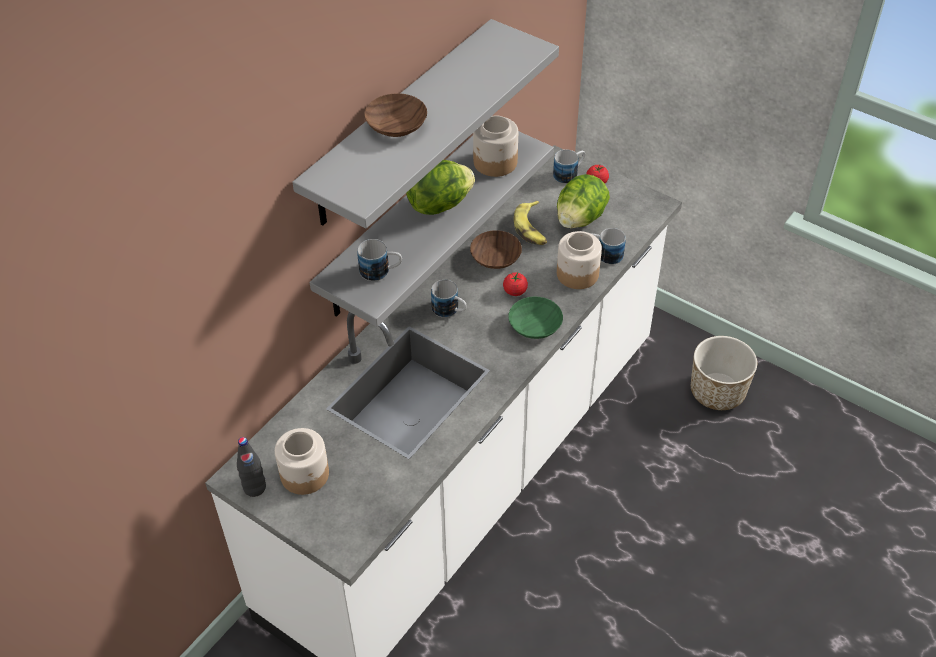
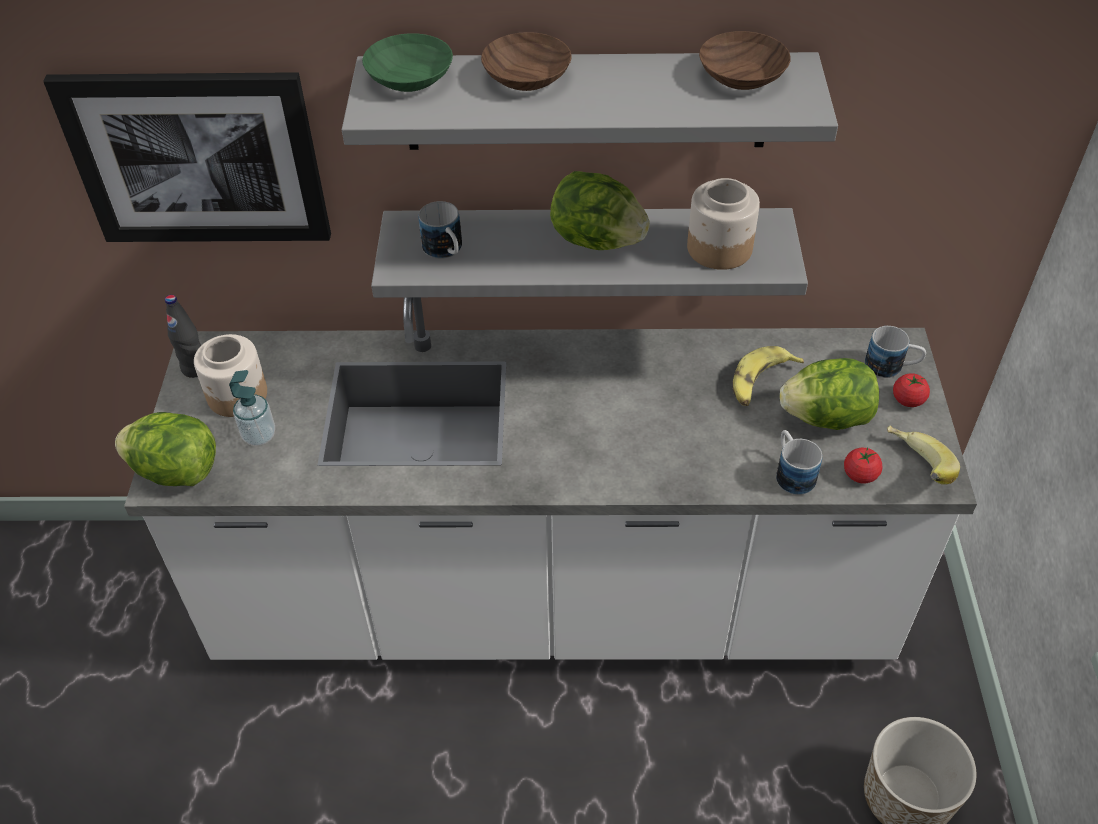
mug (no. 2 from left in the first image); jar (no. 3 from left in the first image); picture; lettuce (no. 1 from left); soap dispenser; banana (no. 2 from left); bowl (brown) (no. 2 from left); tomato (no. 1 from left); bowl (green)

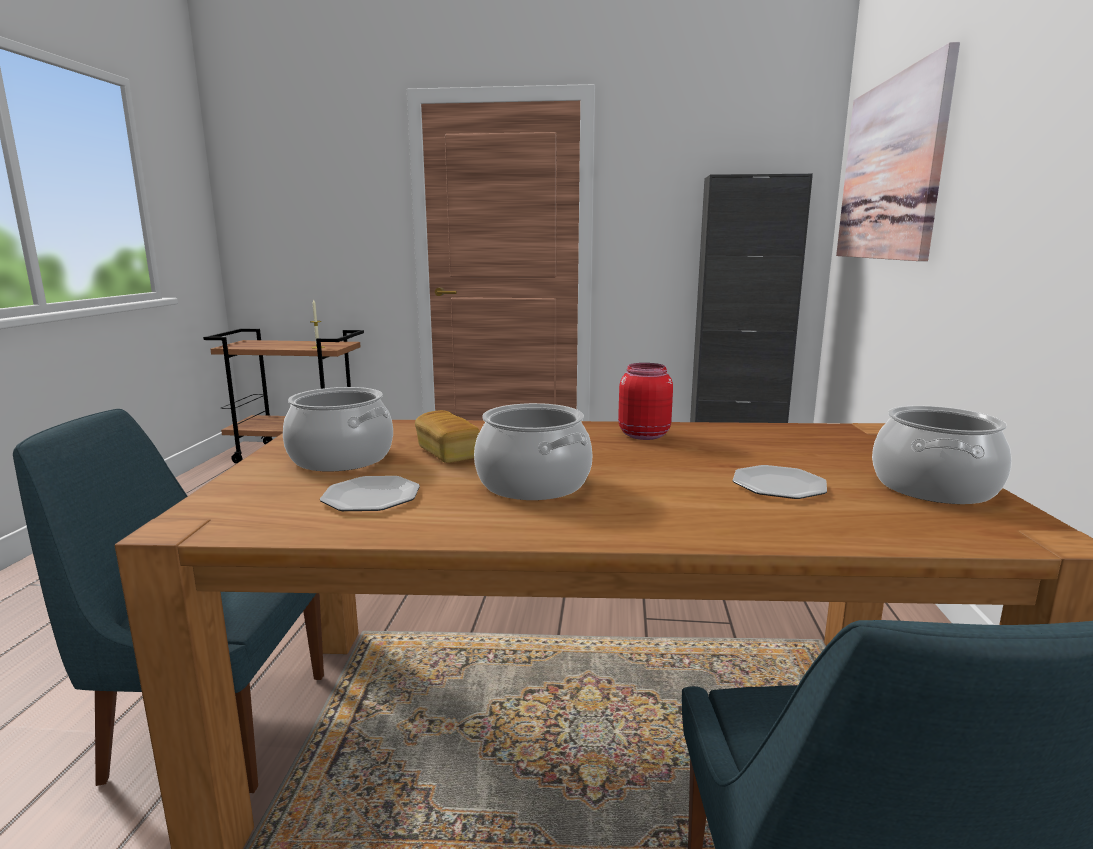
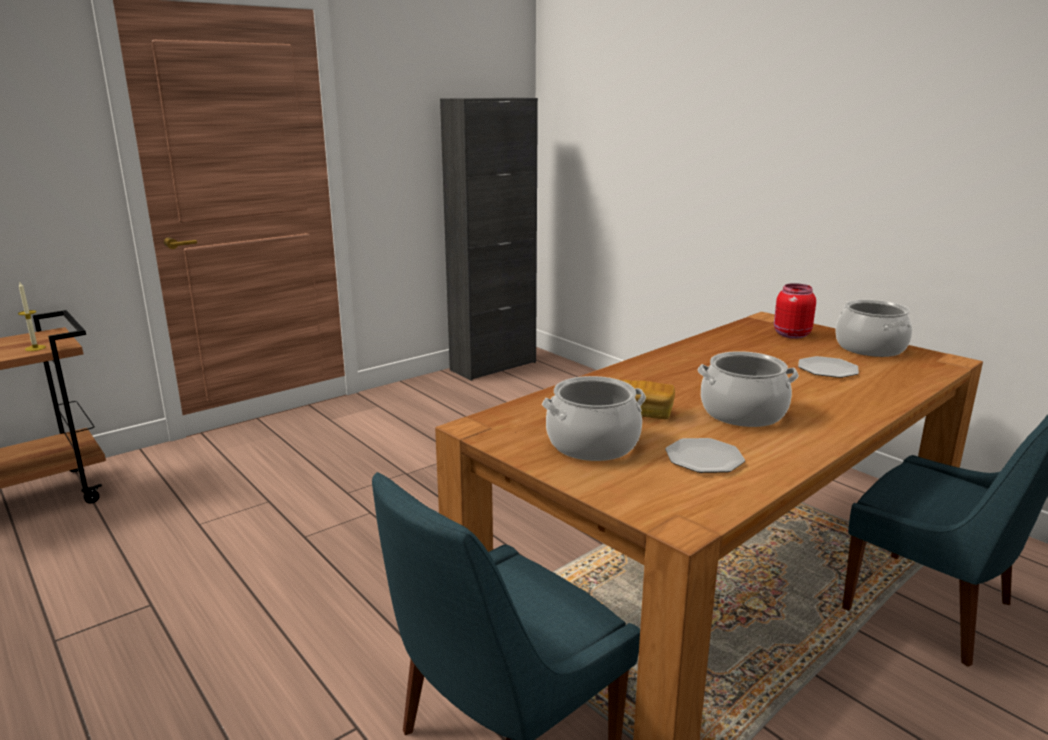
picture; jar (red)

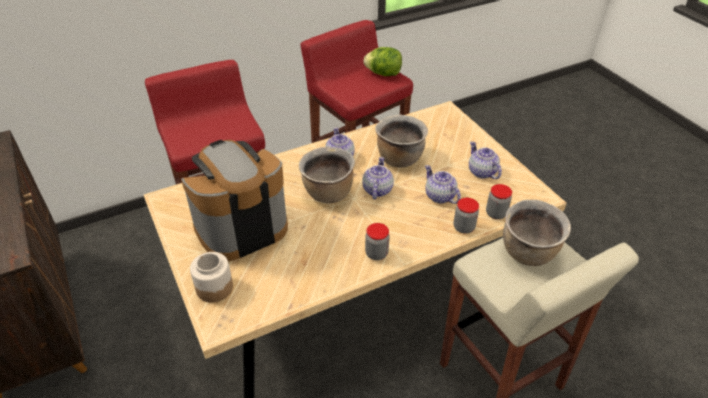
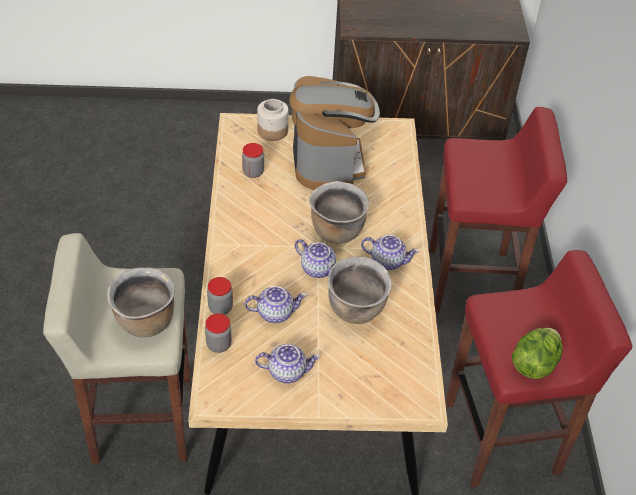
jar (no. 3 from left)

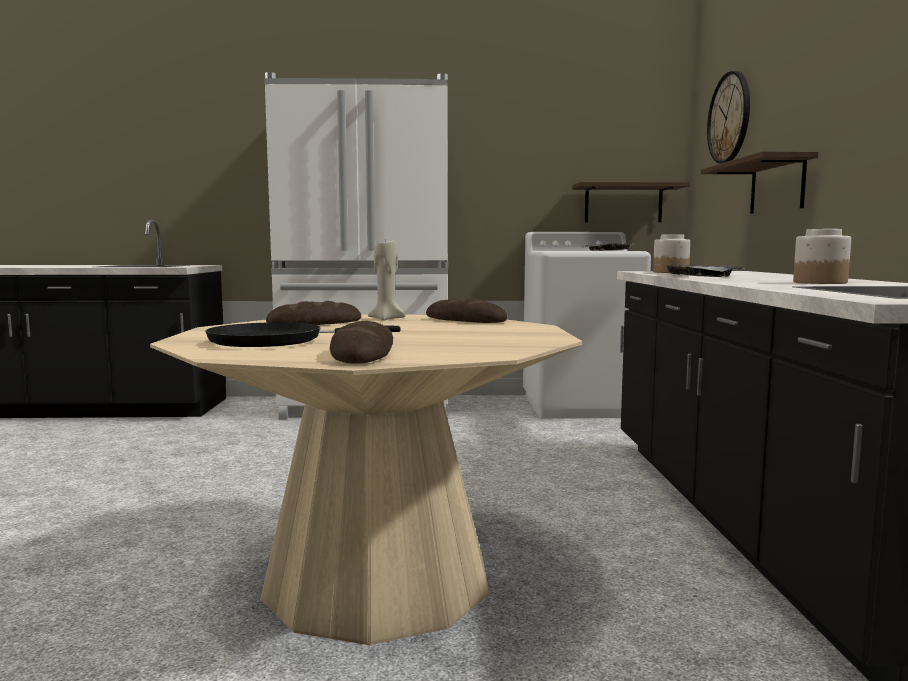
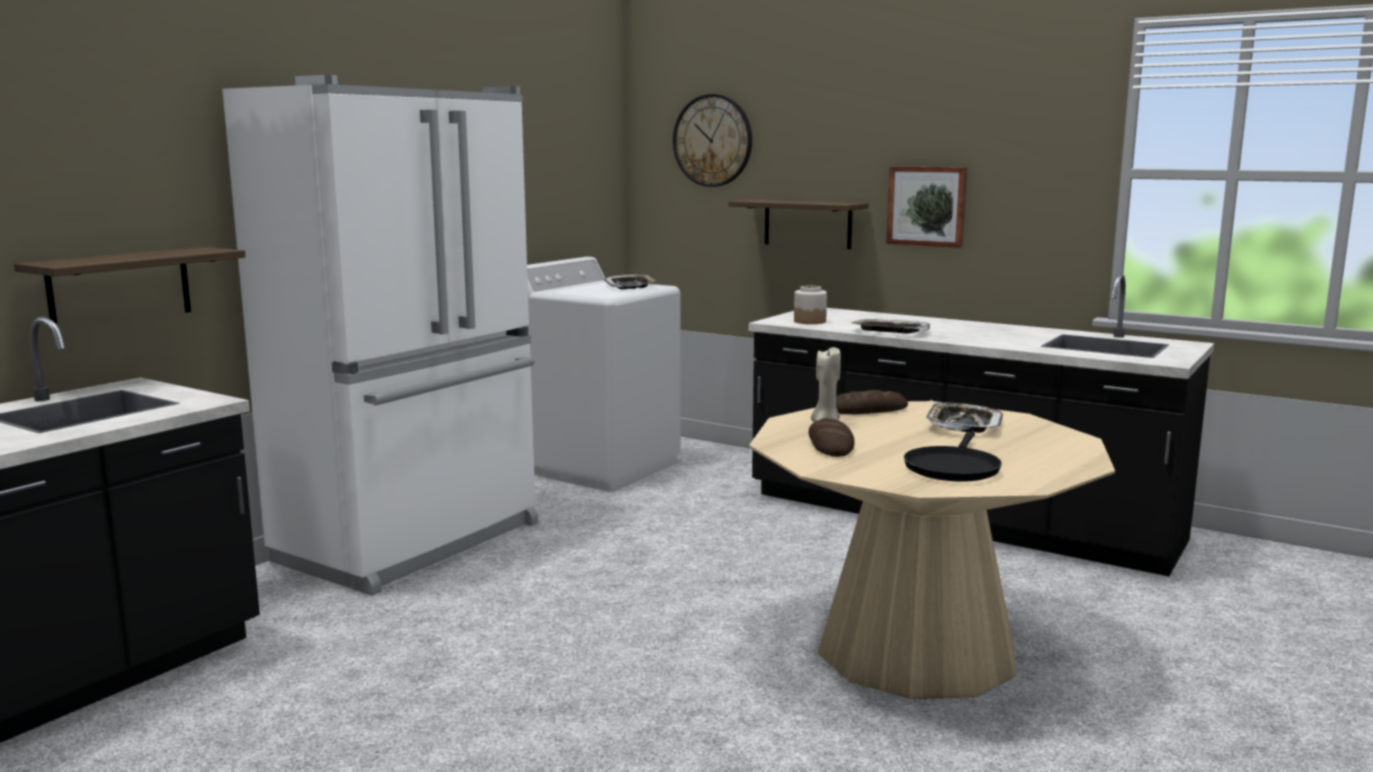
bread (no. 2 from left in the first image); jar (no. 2 from left in the first image); picture; tray (no. 3 from left); shelf (no. 1 from left)

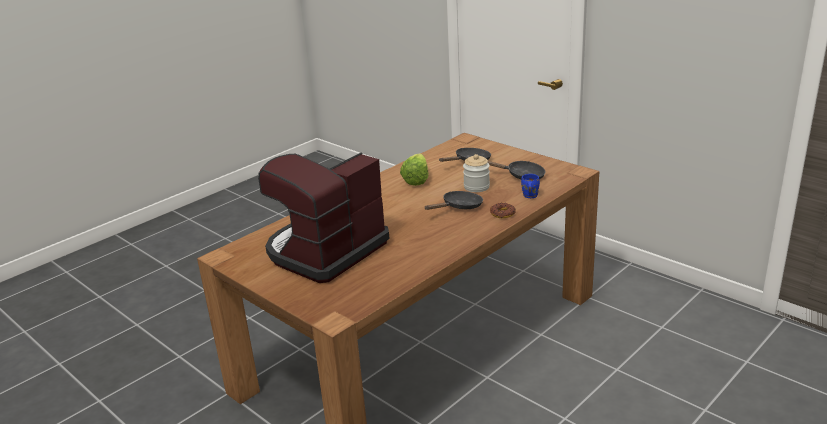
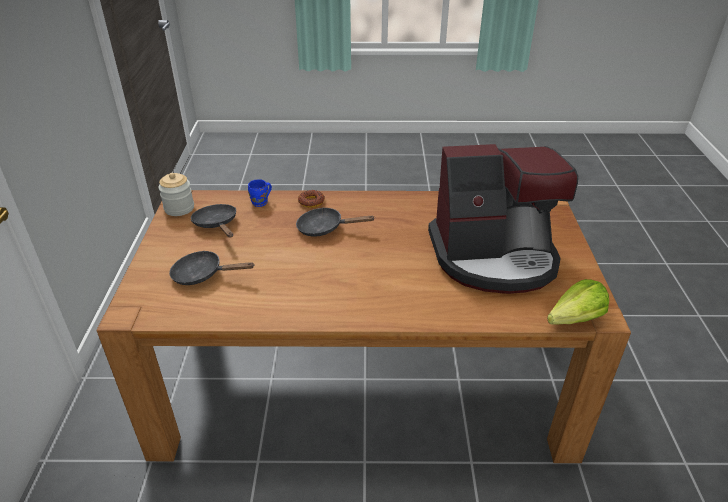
lettuce; jar

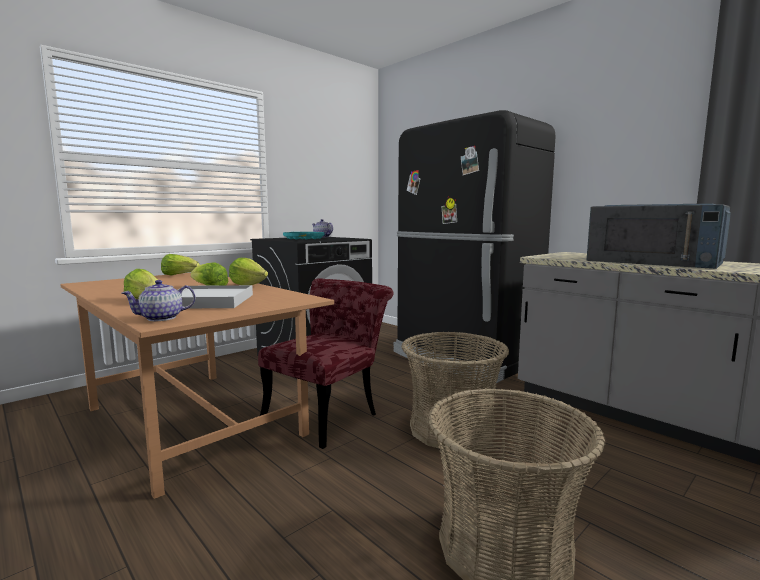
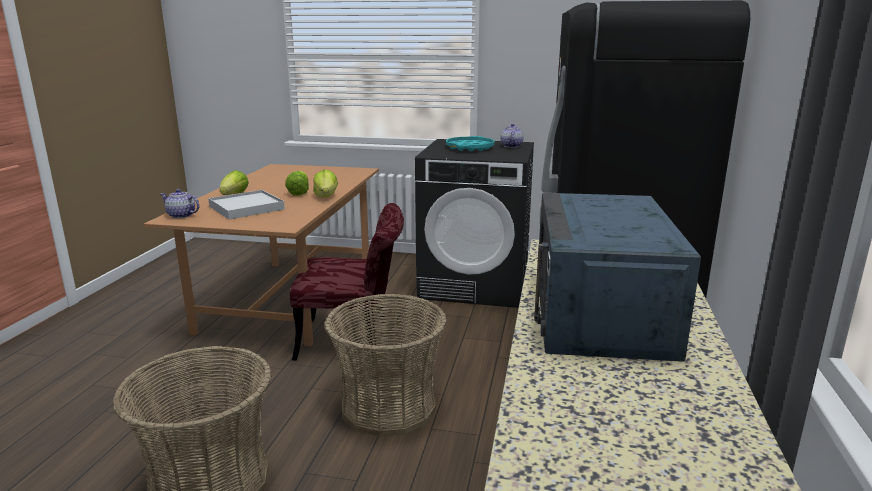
lettuce (no. 2 from left in the first image)

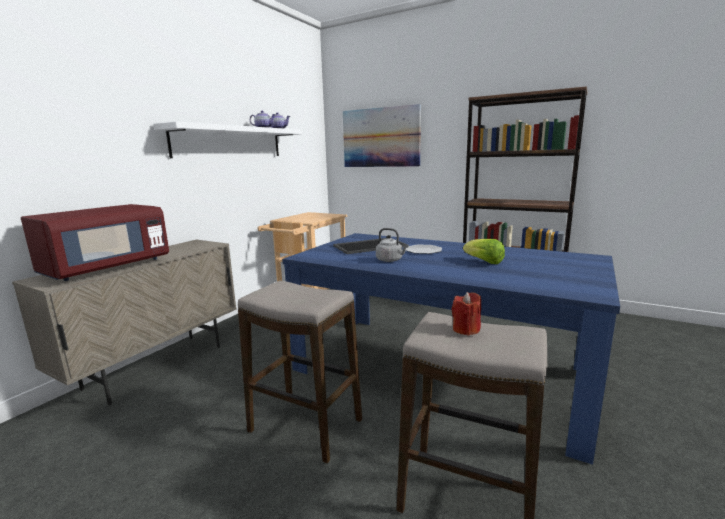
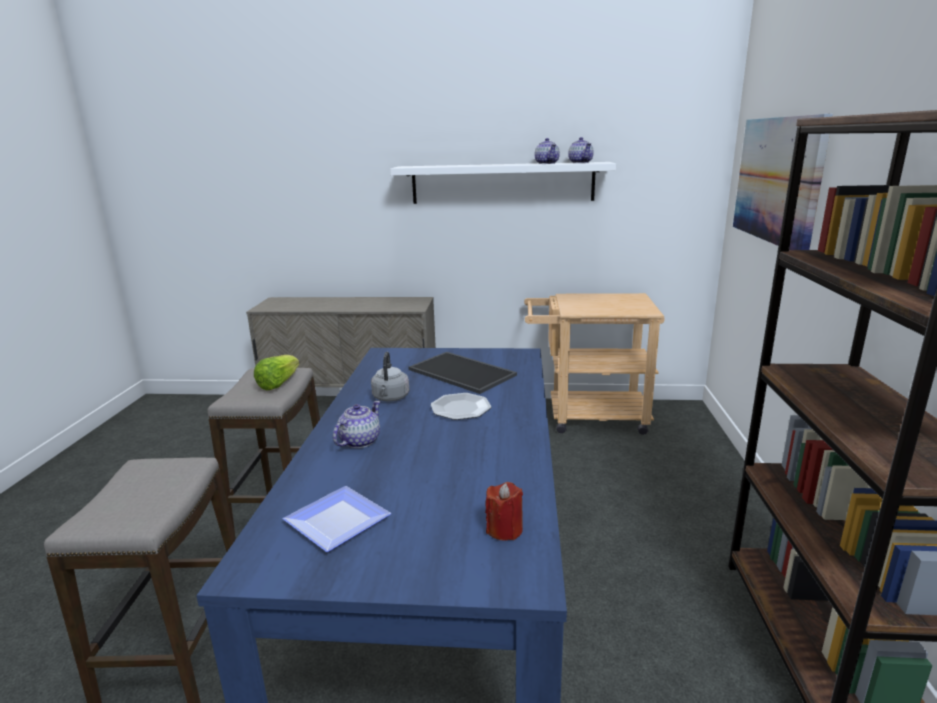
microwave (red); plate (no. 1 from left); teapot (no. 1 from left); candle (red); lettuce

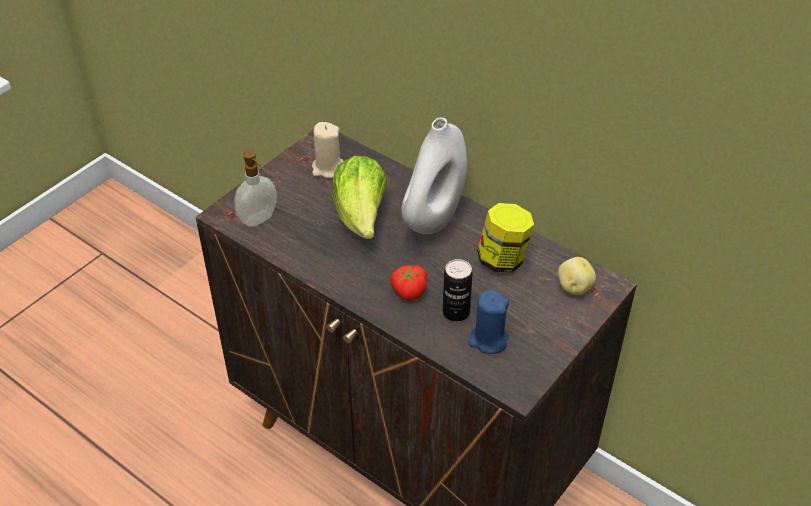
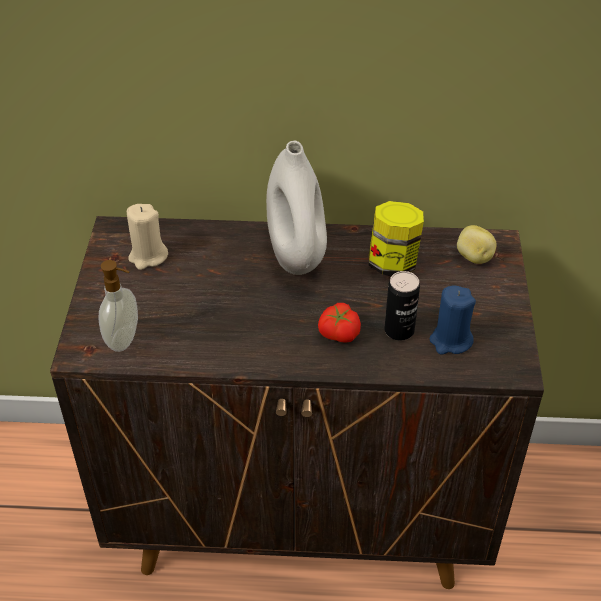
lettuce

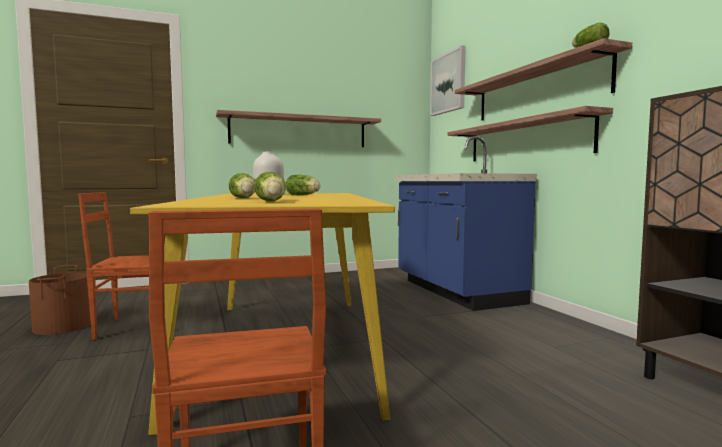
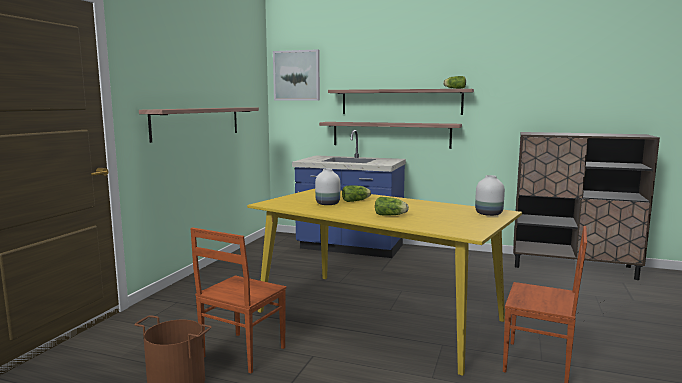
lettuce (no. 2 from left in the first image); vase (white) (no. 2 from left)

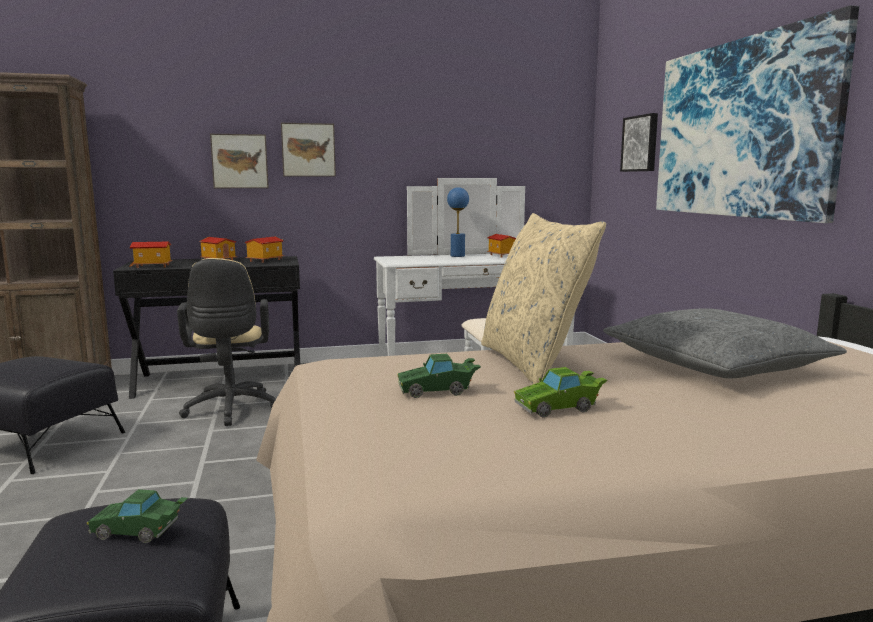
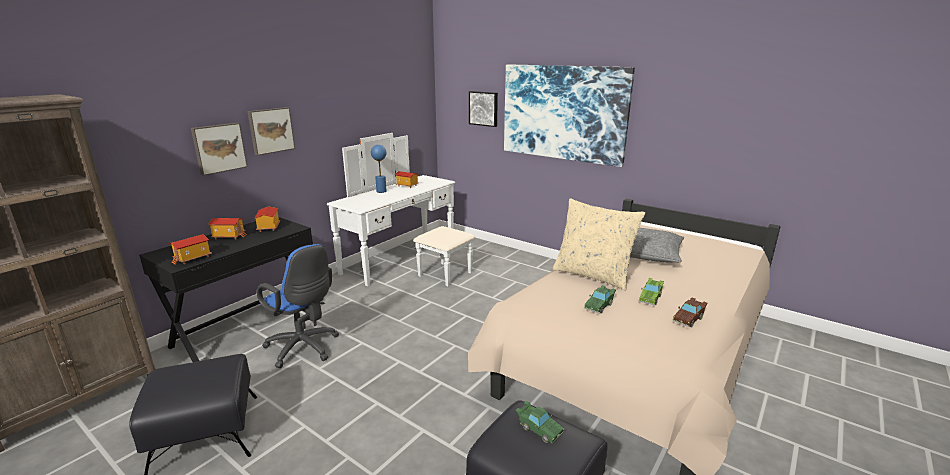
toy car (brown); office chair (blue); toy car (green) (no. 1 from left)

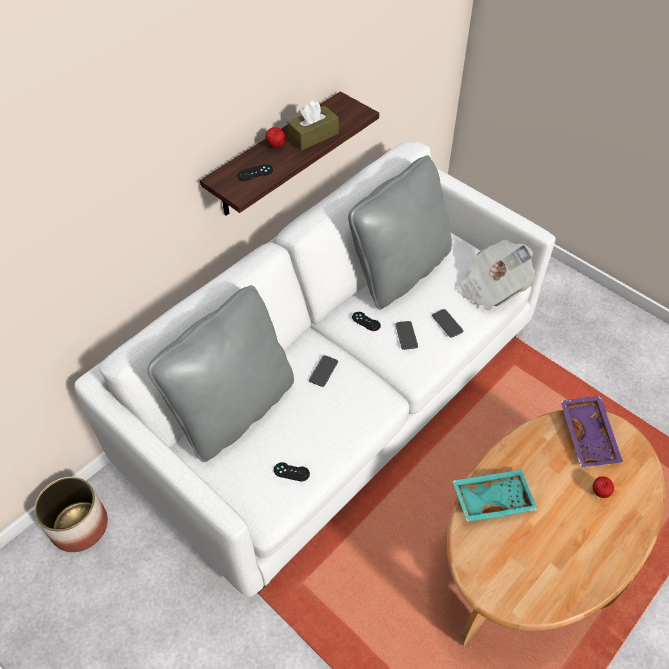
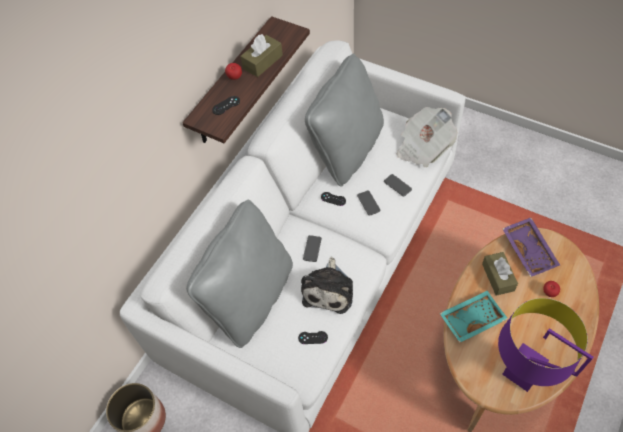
plush toy; tissue box (brown) (no. 2 from left); table lamp (purple)

